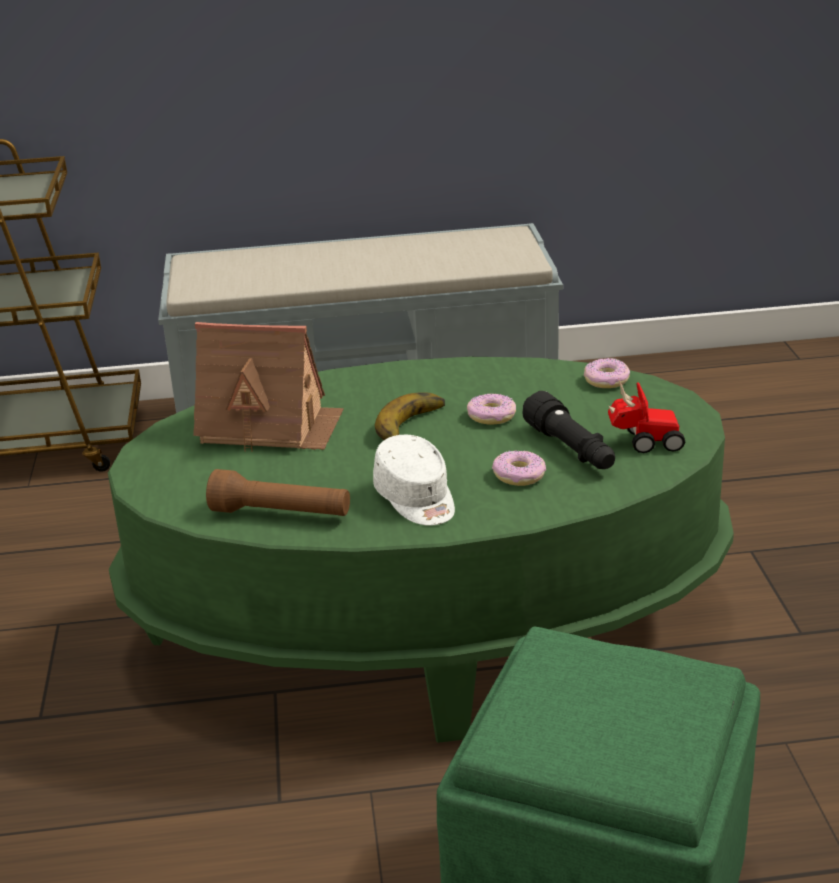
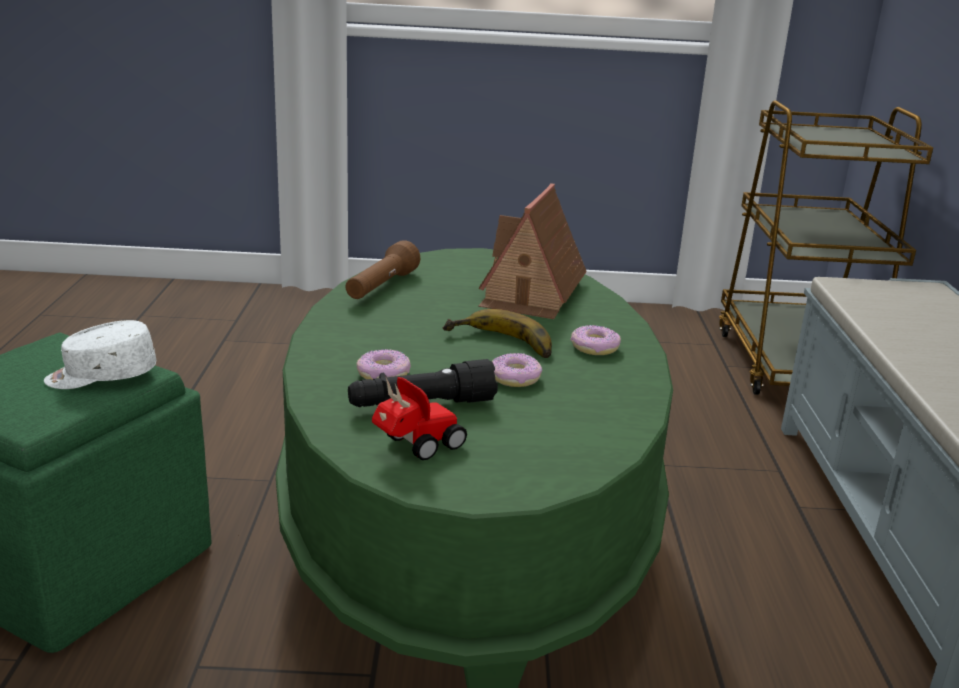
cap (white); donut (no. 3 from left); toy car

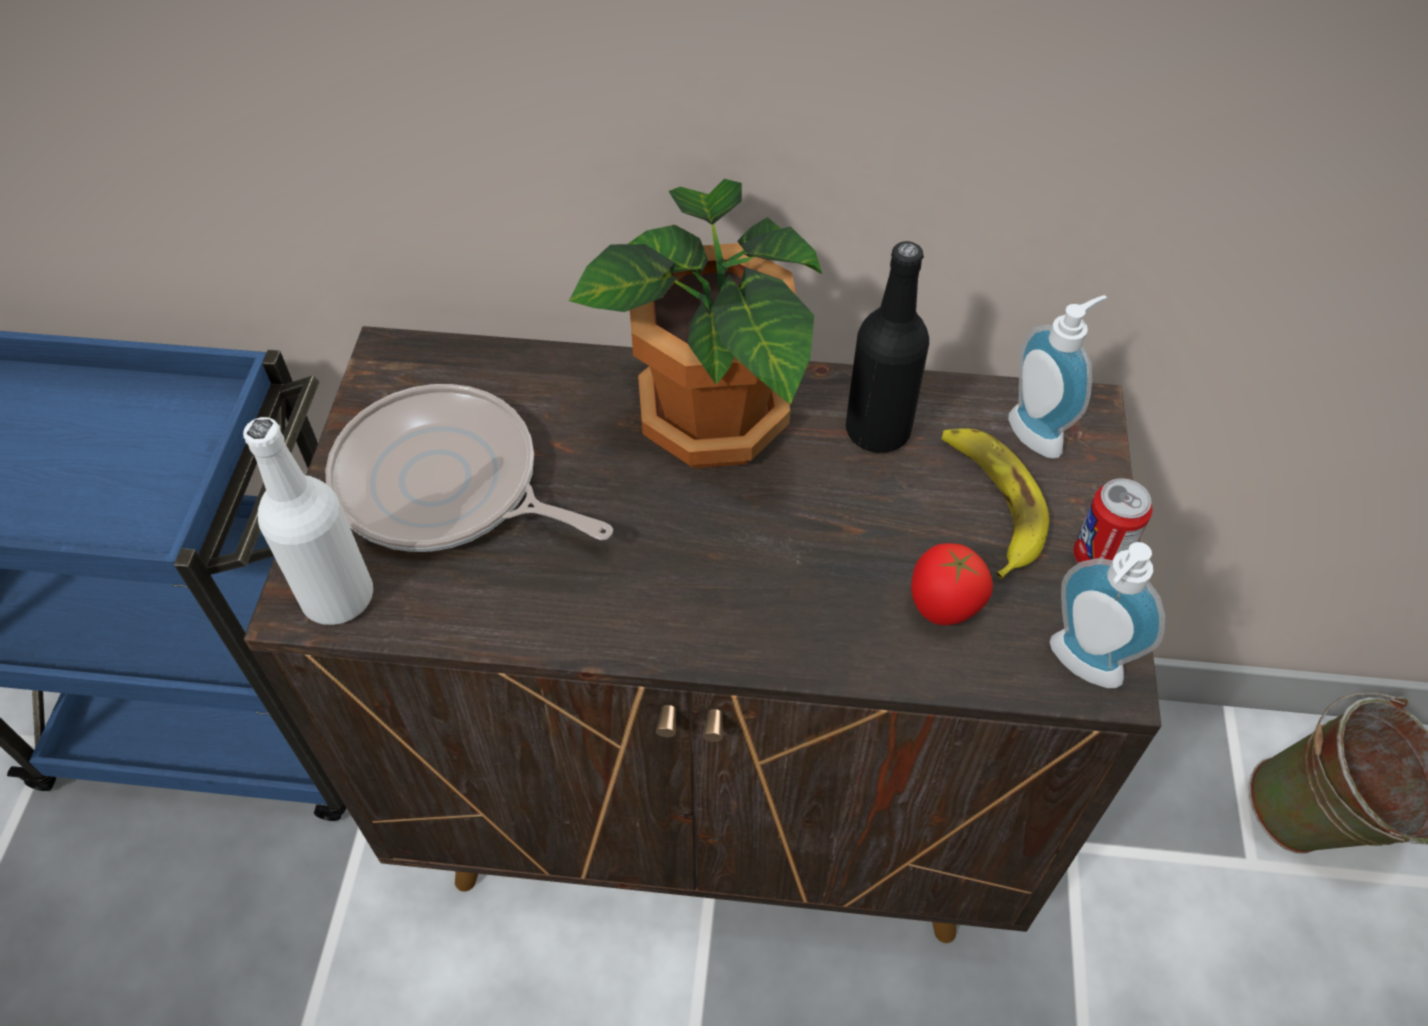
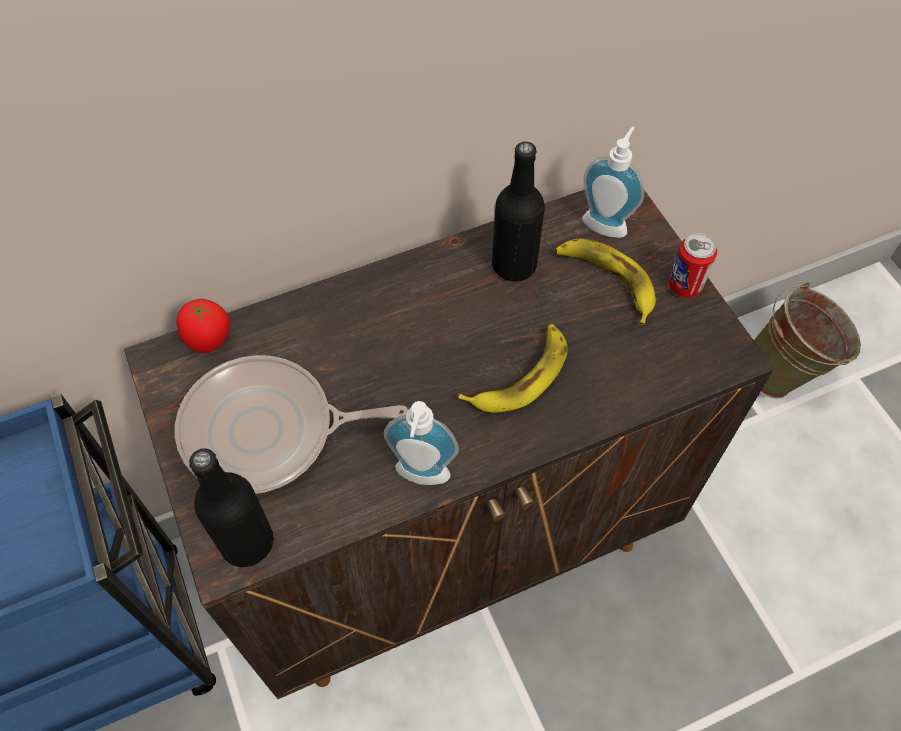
potted plant; banana (no. 1 from left); tomato; soap dispenser (no. 1 from left); bottle (black) (no. 1 from left)

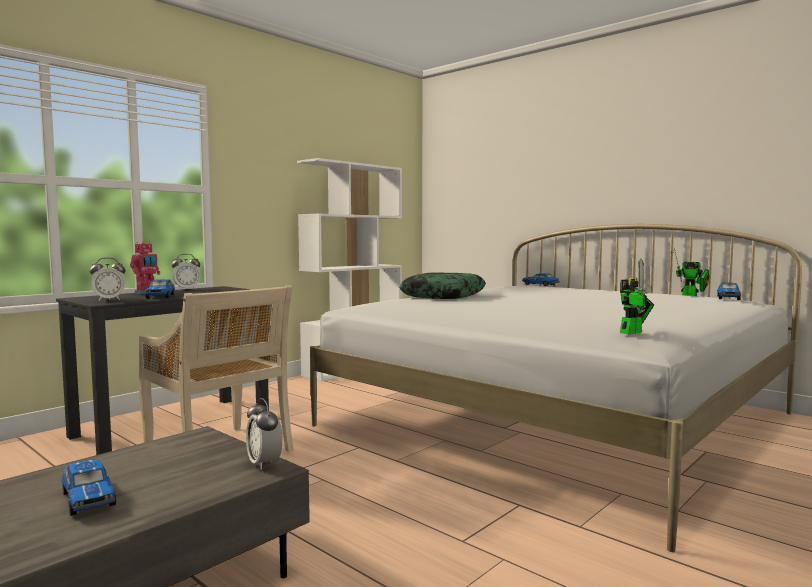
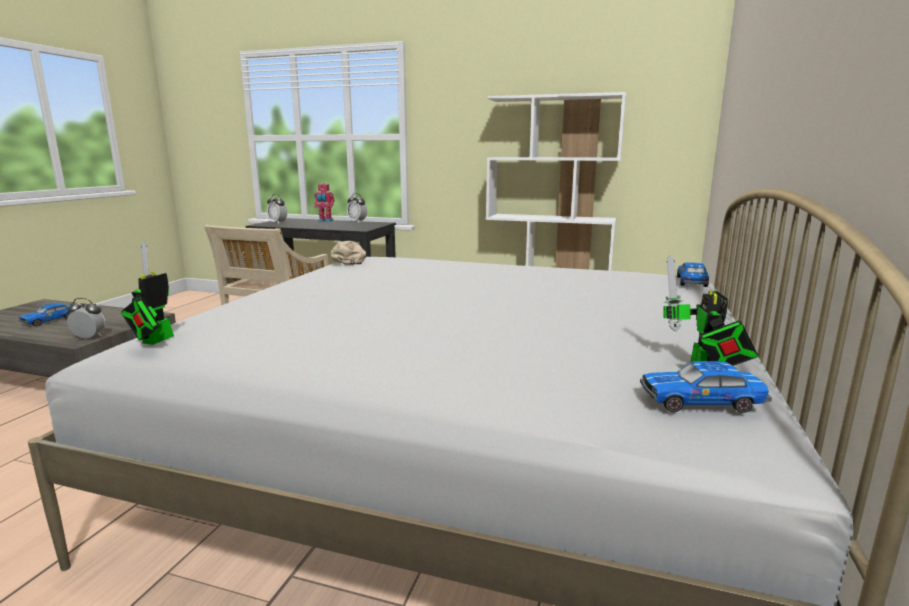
toy car (no. 2 from left in the first image); pillow; cap (beige); alarm clock (no. 1 from left); toy robot (no. 1 from left)

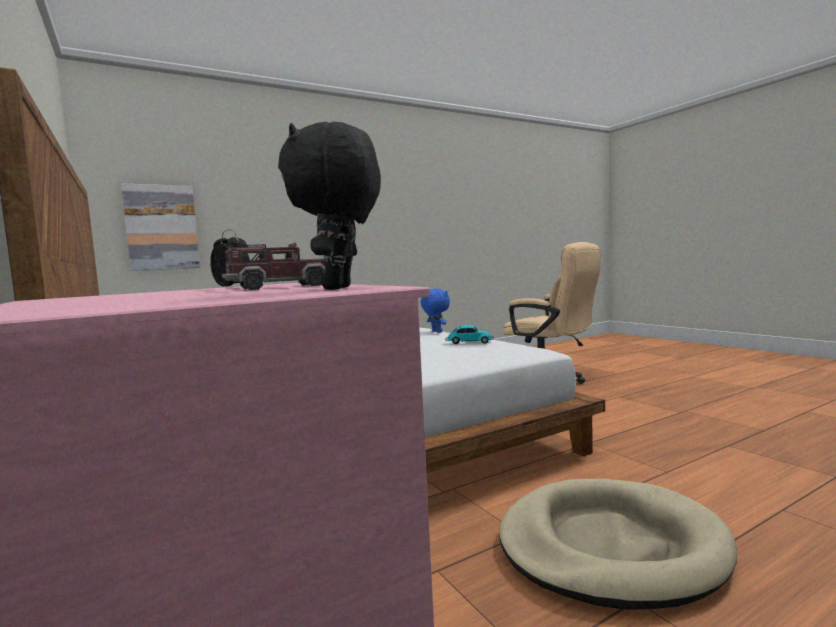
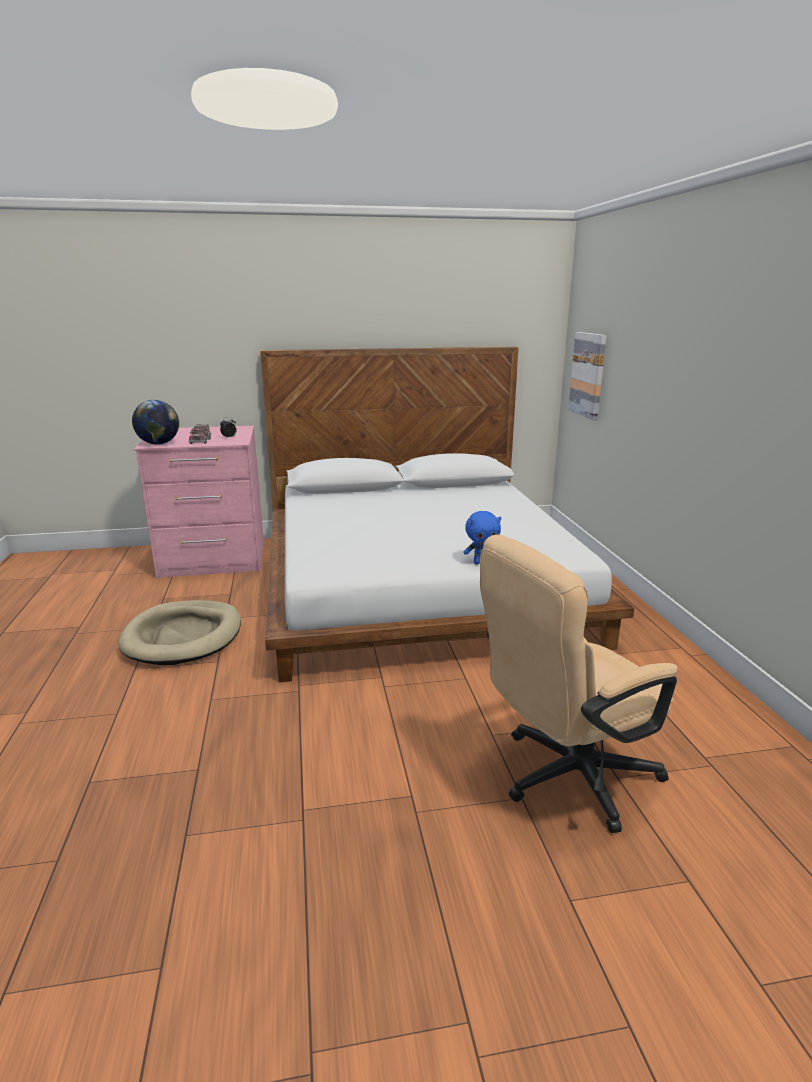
toy car; globe

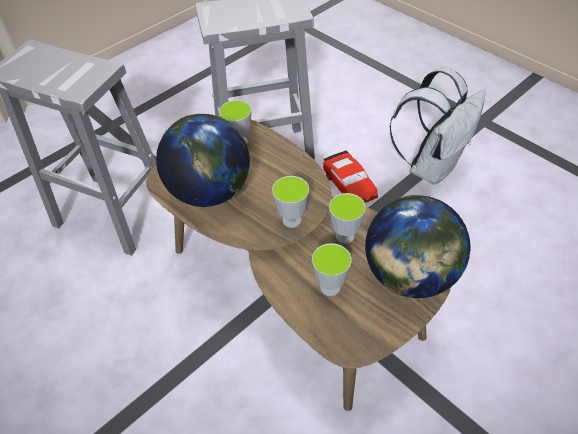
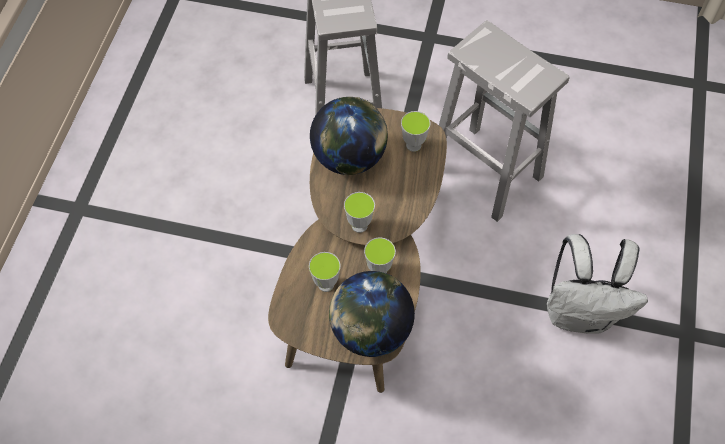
toy car (red)

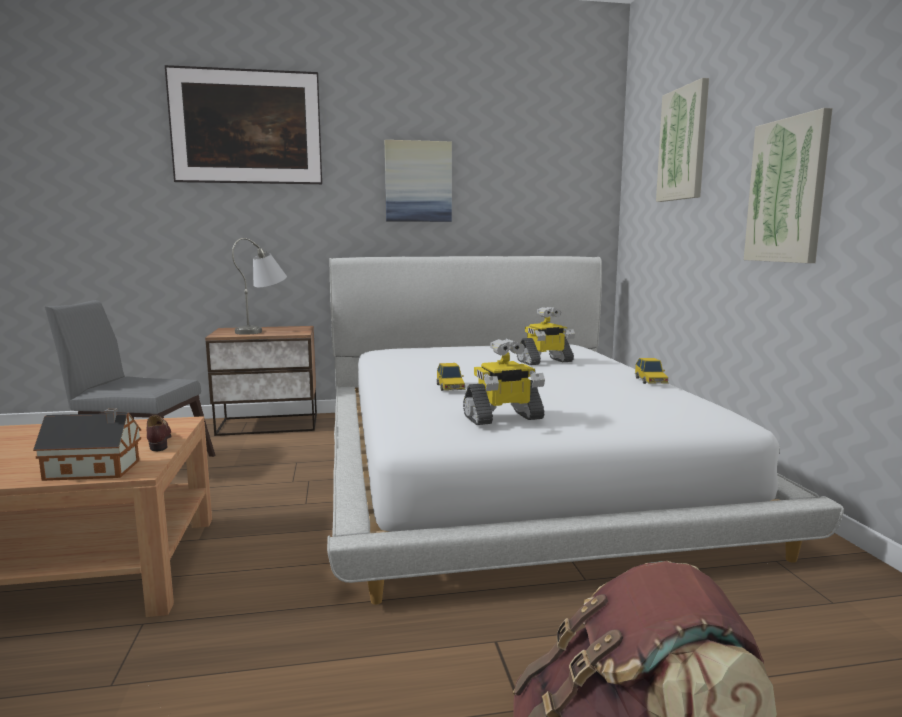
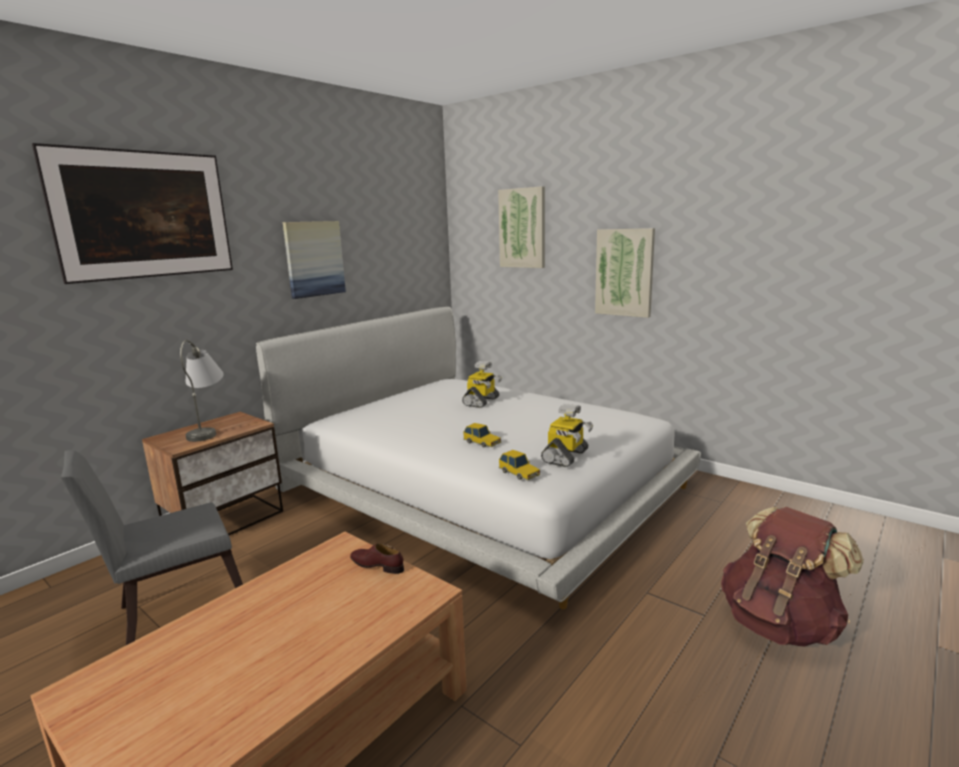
toy house; toy car (no. 2 from left)

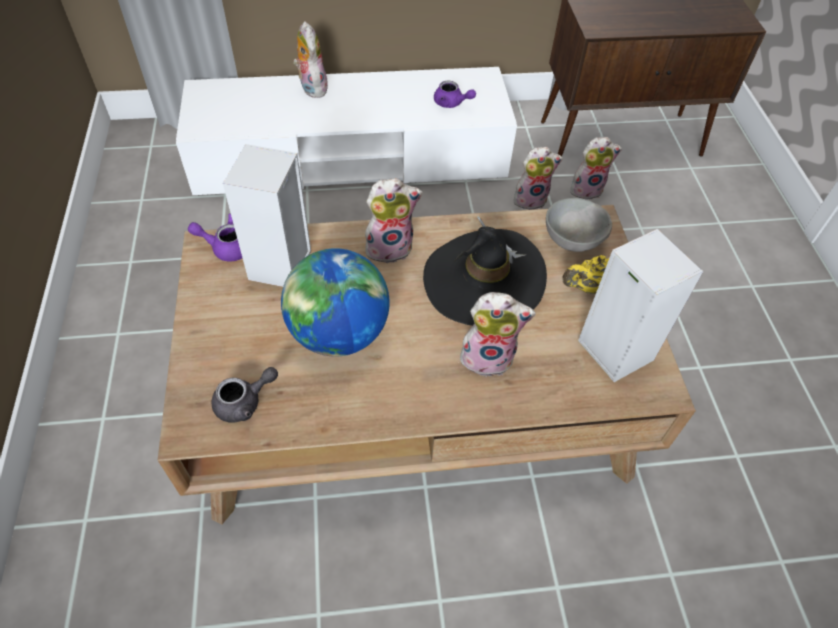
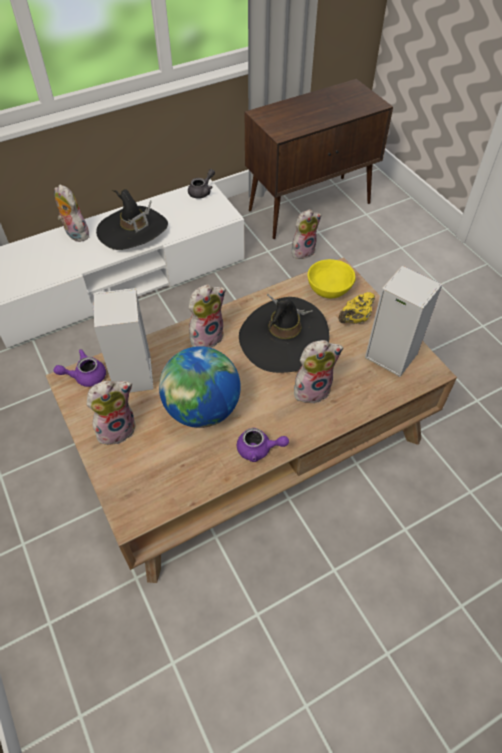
hat (black) (no. 1 from left); teapot (grey); teapot (purple) (no. 2 from left); plush toy (no. 2 from left); bowl (yellow)

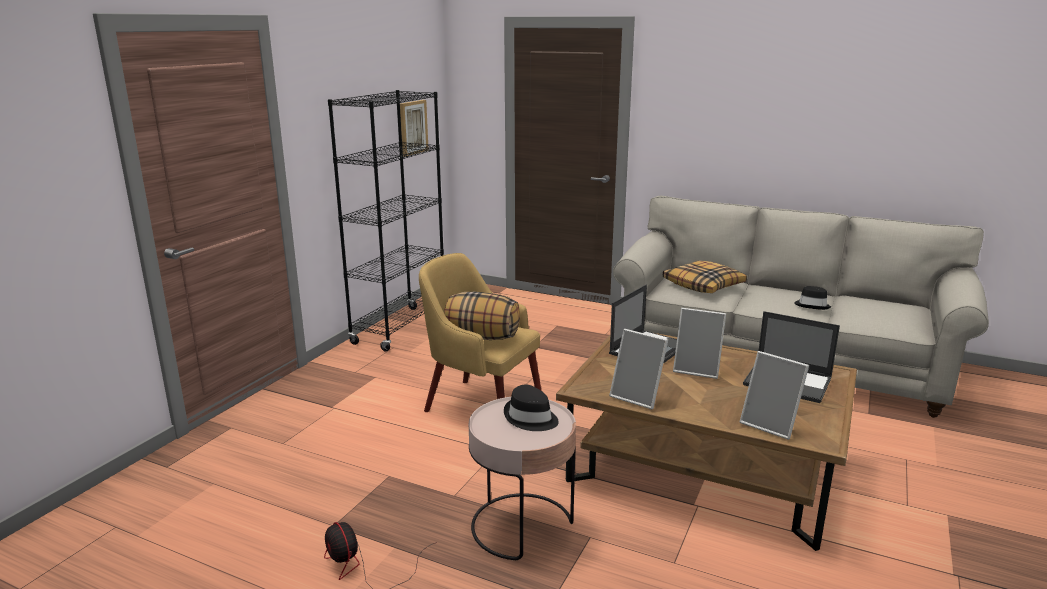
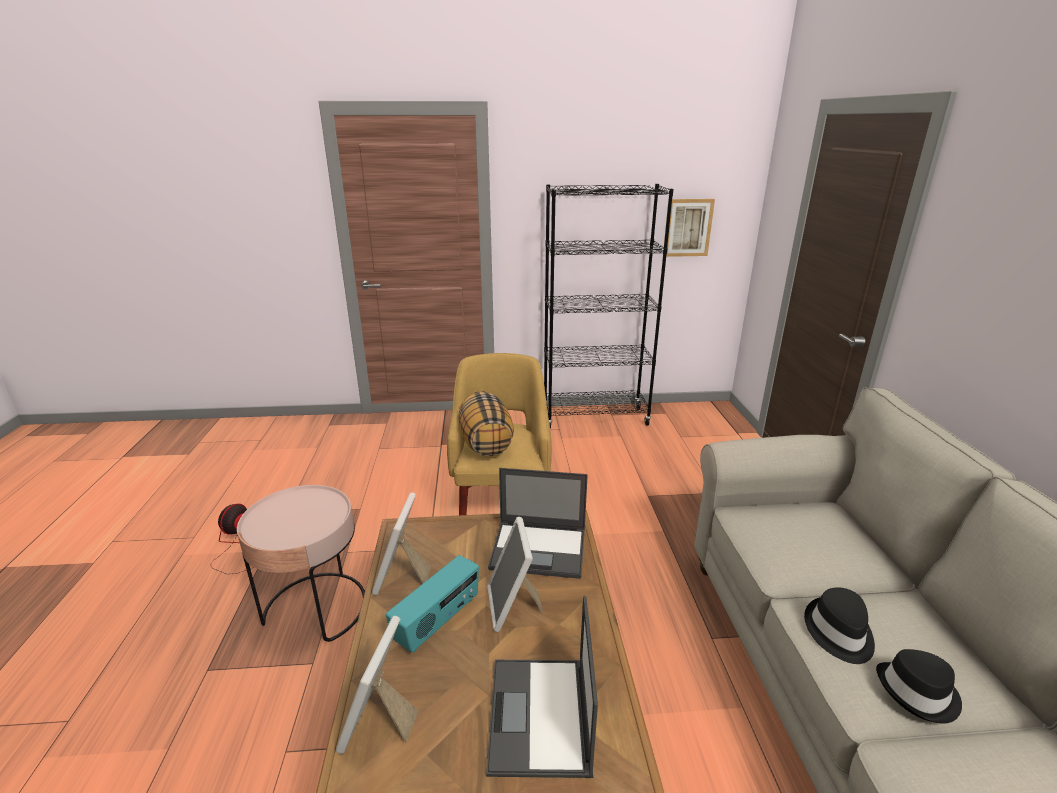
pillow (no. 2 from left in the first image); radio; hat (black) (no. 1 from left)

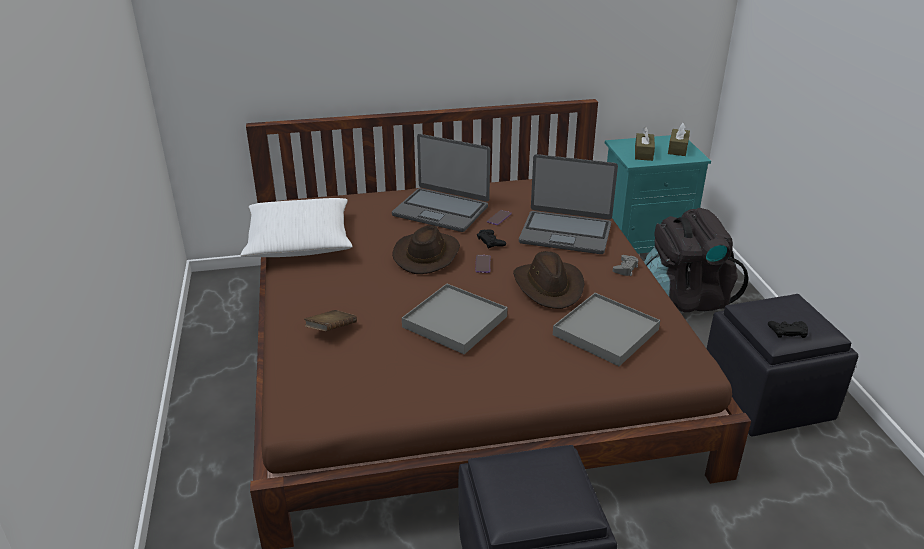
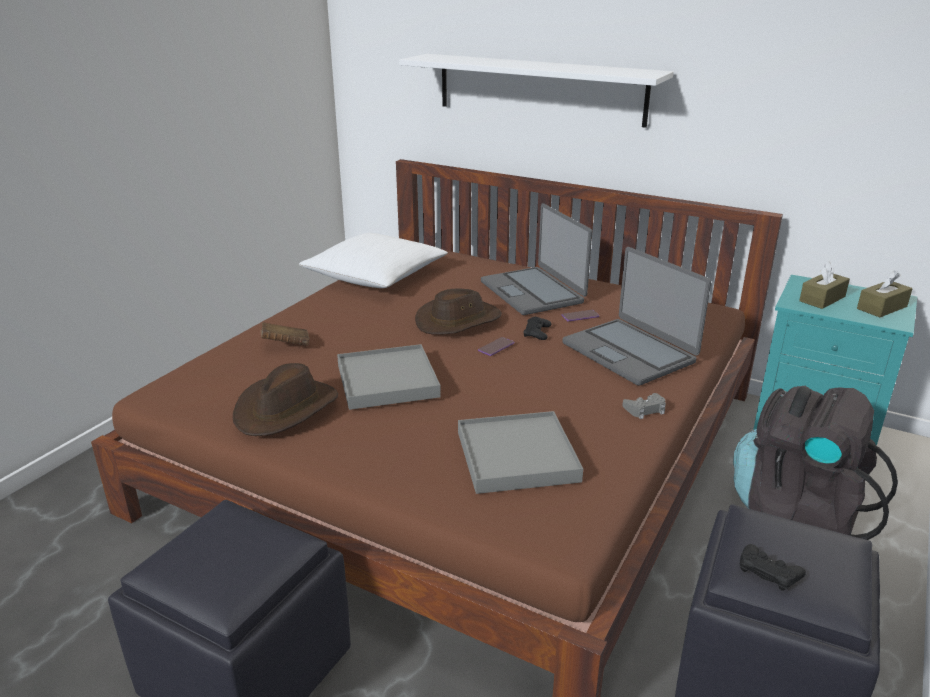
shelf (white); hat (brown) (no. 1 from left)

